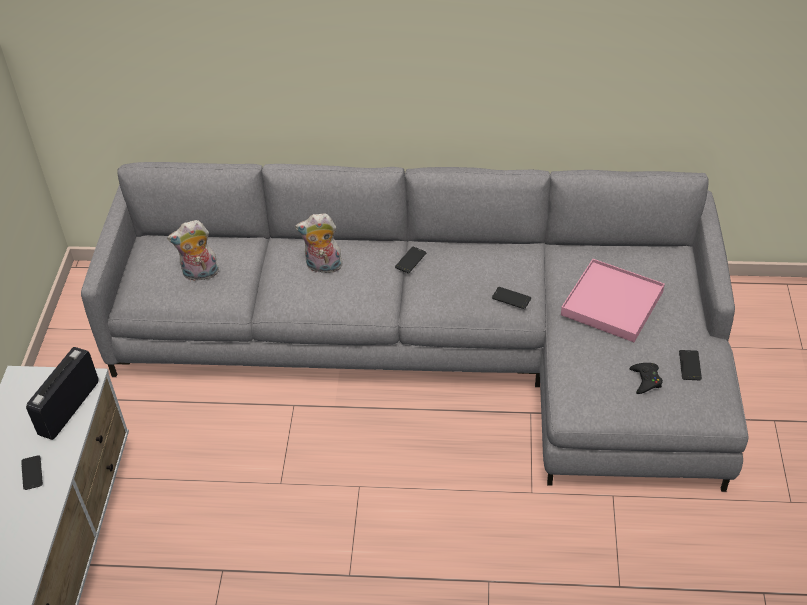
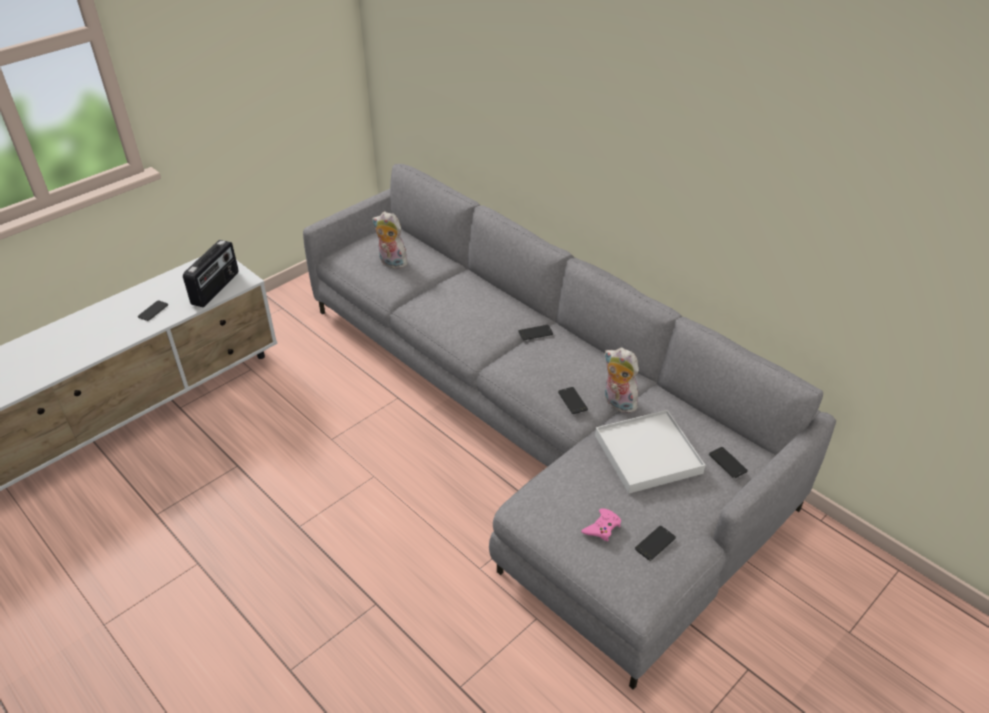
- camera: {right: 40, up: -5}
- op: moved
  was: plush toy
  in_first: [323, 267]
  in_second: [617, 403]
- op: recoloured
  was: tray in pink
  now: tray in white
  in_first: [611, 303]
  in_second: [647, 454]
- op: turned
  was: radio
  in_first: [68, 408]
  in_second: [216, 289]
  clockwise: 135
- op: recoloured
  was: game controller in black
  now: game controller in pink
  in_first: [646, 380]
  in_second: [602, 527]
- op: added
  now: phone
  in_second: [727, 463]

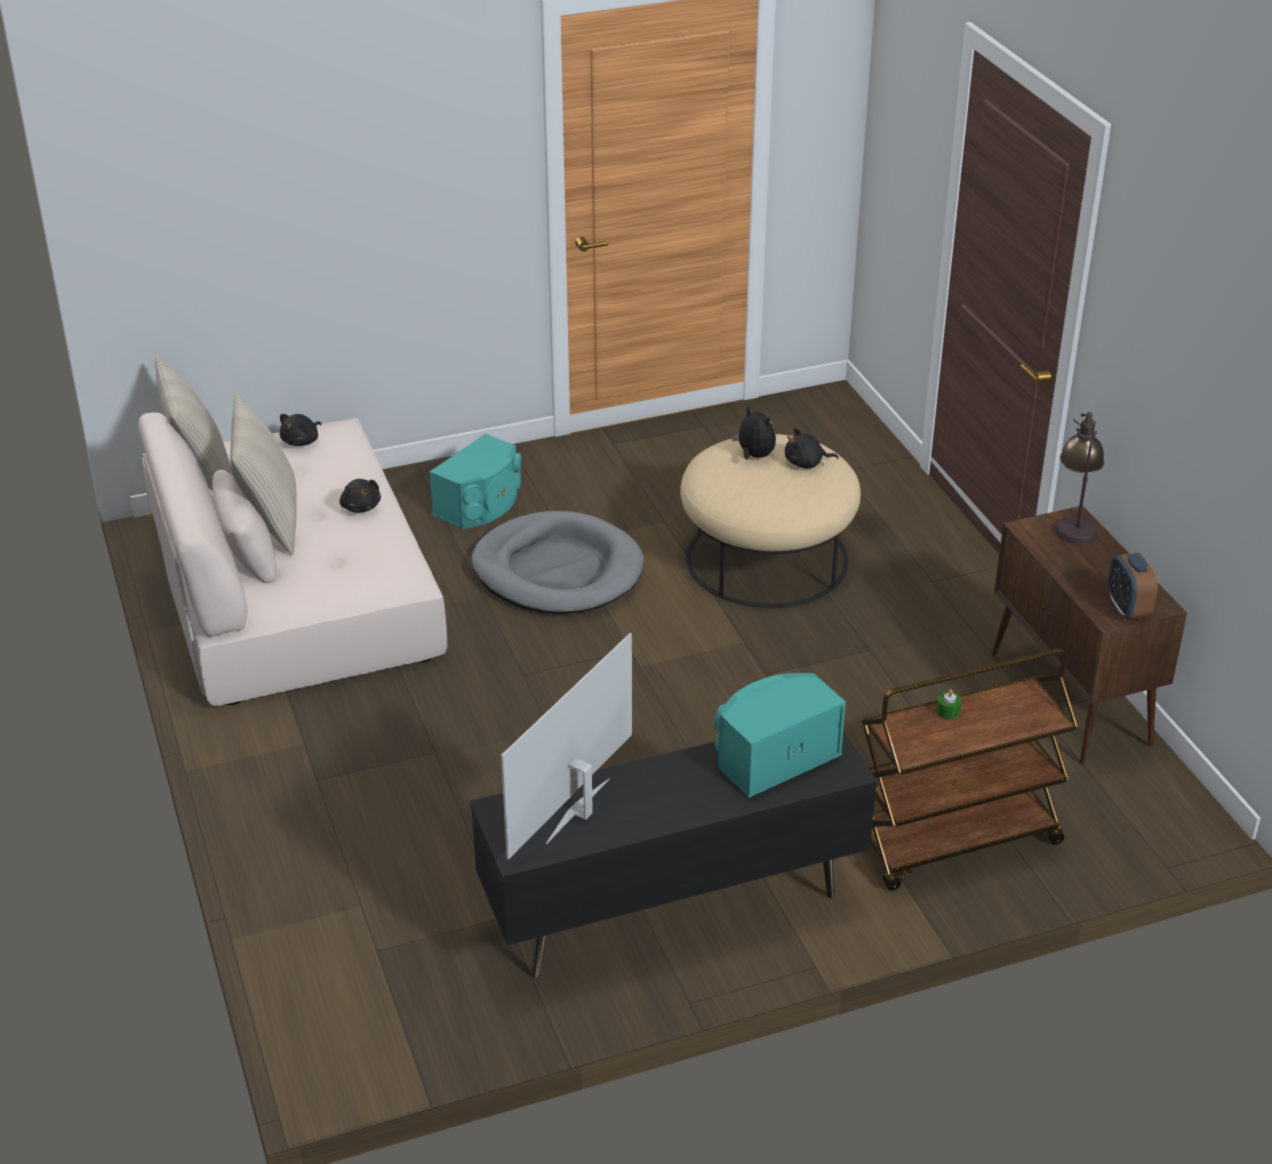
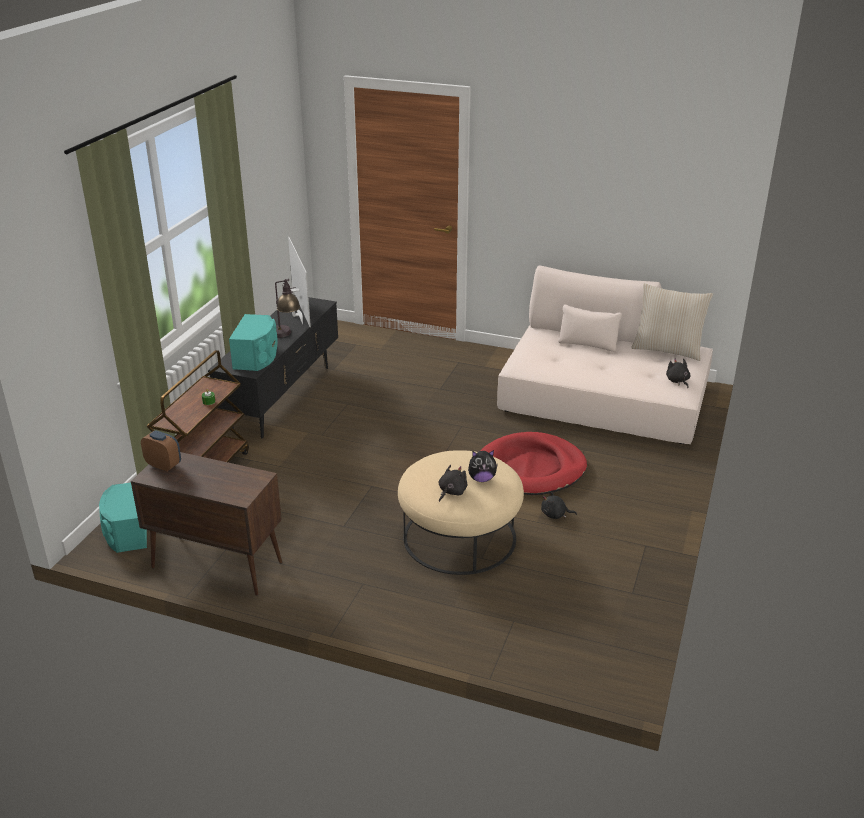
- camera: {right: 130, up: -5}
- op: removed
  was: pillow in beige
  in_first: [270, 521]
- op: moved
  was: table lamp
  in_first: [1074, 523]
  in_second: [285, 335]
- op: moved
  was: speaker in turquoise
  in_first: [481, 505]
  in_second: [126, 532]
- op: moved
  was: plush toy in black
  in_first: [360, 506]
  in_second: [555, 515]
- op: recoloured
  was: dog bed in grey
  now: dog bed in red
  in_first: [558, 570]
  in_second: [531, 468]

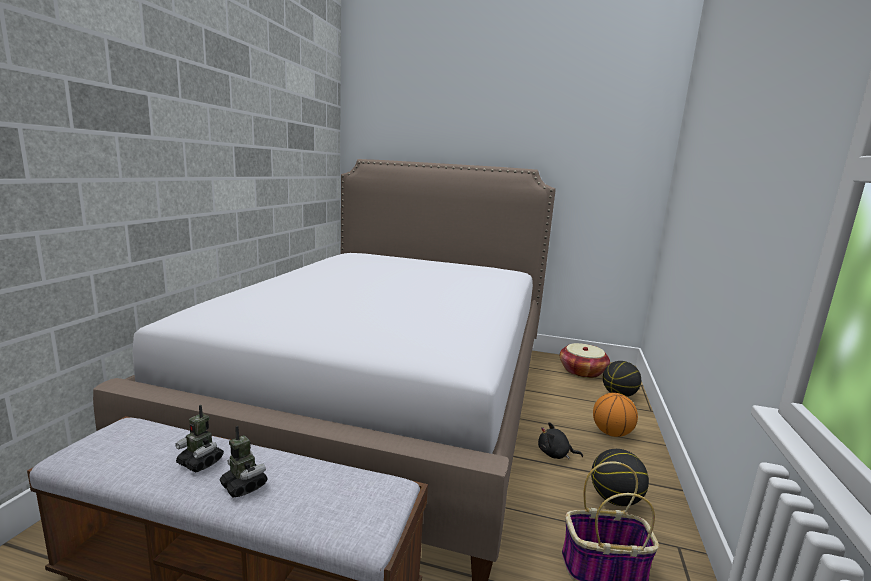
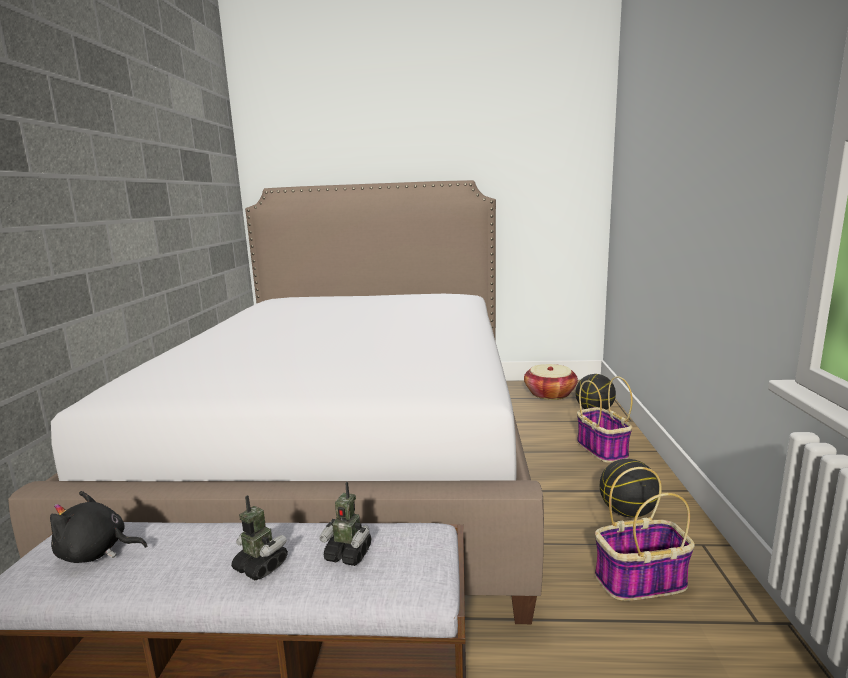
- camera: {right: -10, up: 0}
- op: replaced
  was: basketball
  now: basket
  in_first: [611, 433]
  in_second: [601, 449]
- op: moved
  was: toy robot
  in_first: [200, 462]
  in_second: [348, 554]
- op: moved
  was: plush toy in black
  in_first: [555, 454]
  in_second: [97, 552]

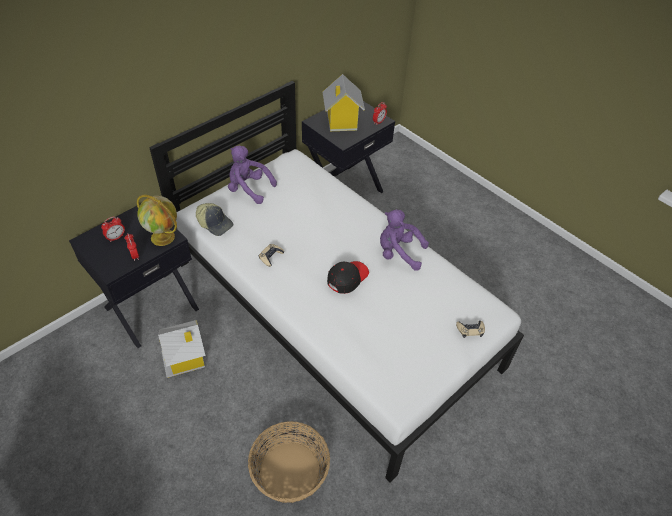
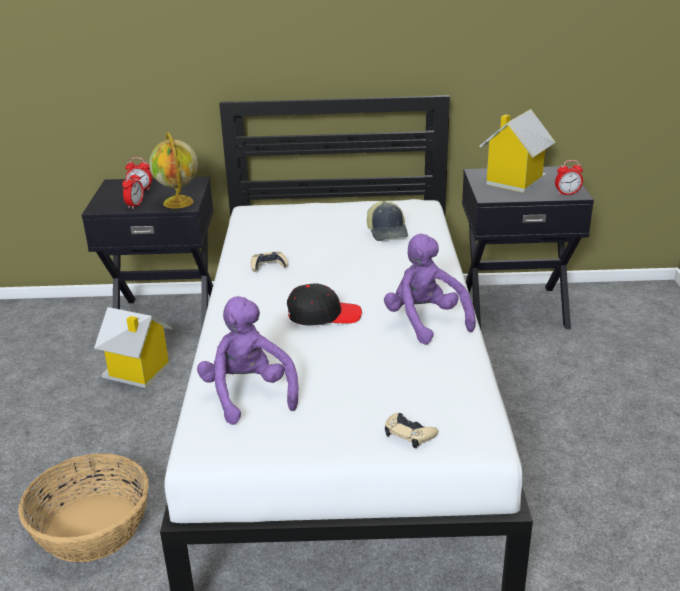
- camera: {right: 45, up: -20}
- op: moved
  was: plush toy in purple
  in_first: [248, 189]
  in_second: [248, 394]
- op: moved
  was: cap
  in_first: [215, 223]
  in_second: [387, 232]

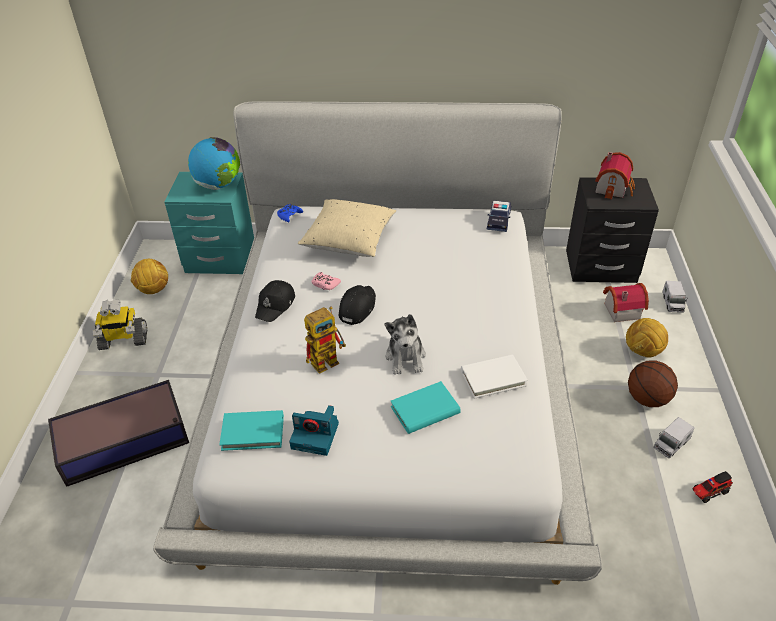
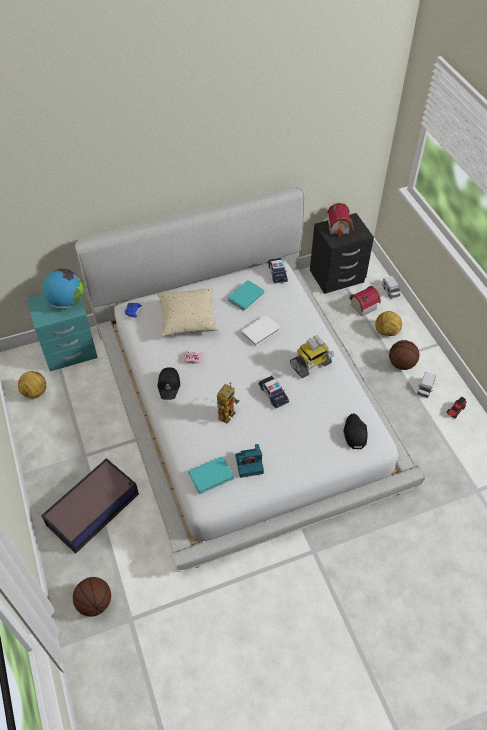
- camera: {right: -25, up: 10}
- op: moved
  was: cap in black
  in_first: [357, 307]
  in_second: [354, 433]
- op: moved
  was: toy robot
  in_first: [123, 340]
  in_second: [310, 365]
- op: replaced
  was: plush toy
  now: toy car
  in_first: [406, 357]
  in_second: [273, 394]
- op: moved
  was: book in white
  in_first: [493, 378]
  in_second: [260, 332]
- op: moved
  was: book in turquoise
  in_first: [425, 410]
  in_second: [246, 297]
- op: added
  now: basketball
  in_second: [94, 602]

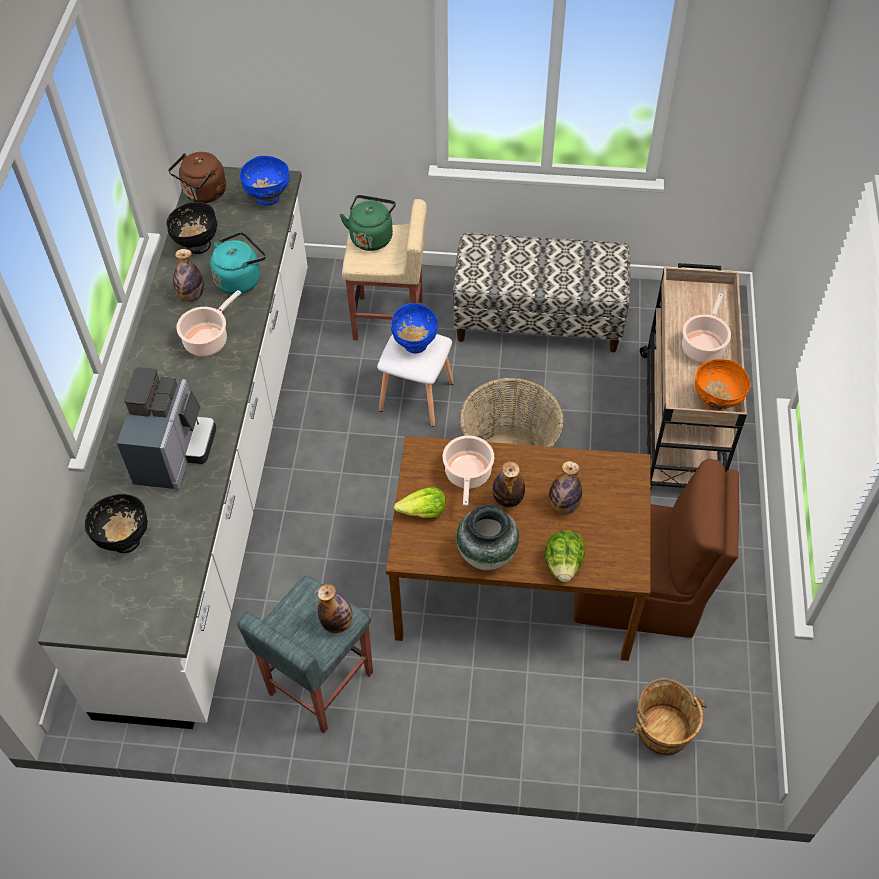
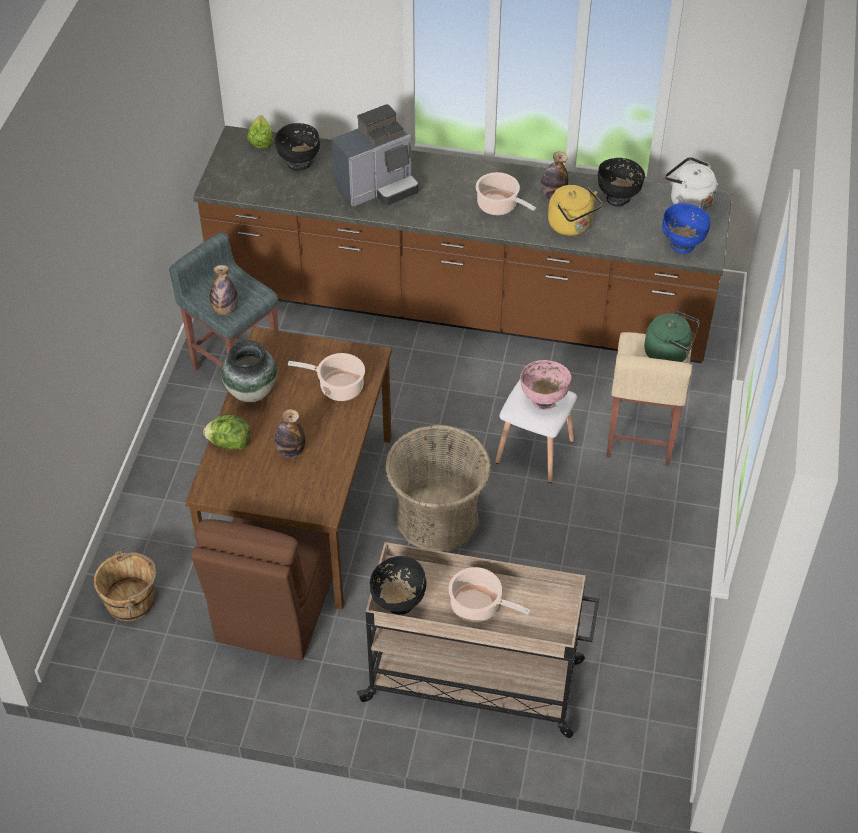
- camera: {right: 95, up: -5}
- op: recoloured
  was: kettle in brown
  now: kettle in white
  in_first: [203, 194]
  in_second: [688, 202]
- op: recoloured
  was: counter in white
  now: counter in brown
  in_first: [216, 472]
  in_second: [460, 304]
- op: recoloured
  was: kettle in turquoise
  now: kettle in yellow
  in_first: [240, 279]
  in_second: [572, 226]
- op: removed
  was: bench
  in_first: [538, 320]
- op: recoloured
  was: bowl in blue
  now: bowl in pink
  in_first: [414, 344]
  in_second: [544, 401]
- op: recoloured
  was: bowl in orange
  now: bowl in black
  in_first: [716, 402]
  in_second: [398, 602]
- op: turned
  was: coffee machine
  in_first: [174, 453]
  in_second: [378, 187]
  clockwise: -45
- op: removed
  was: bottle
  in_first: [507, 499]
- op: moved
  was: lettuce
  in_first: [423, 512]
  in_second: [261, 140]

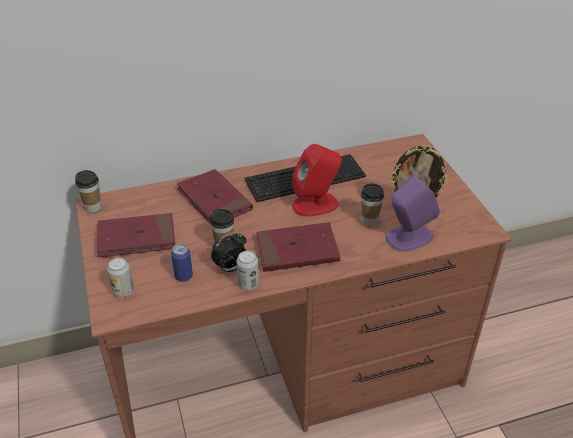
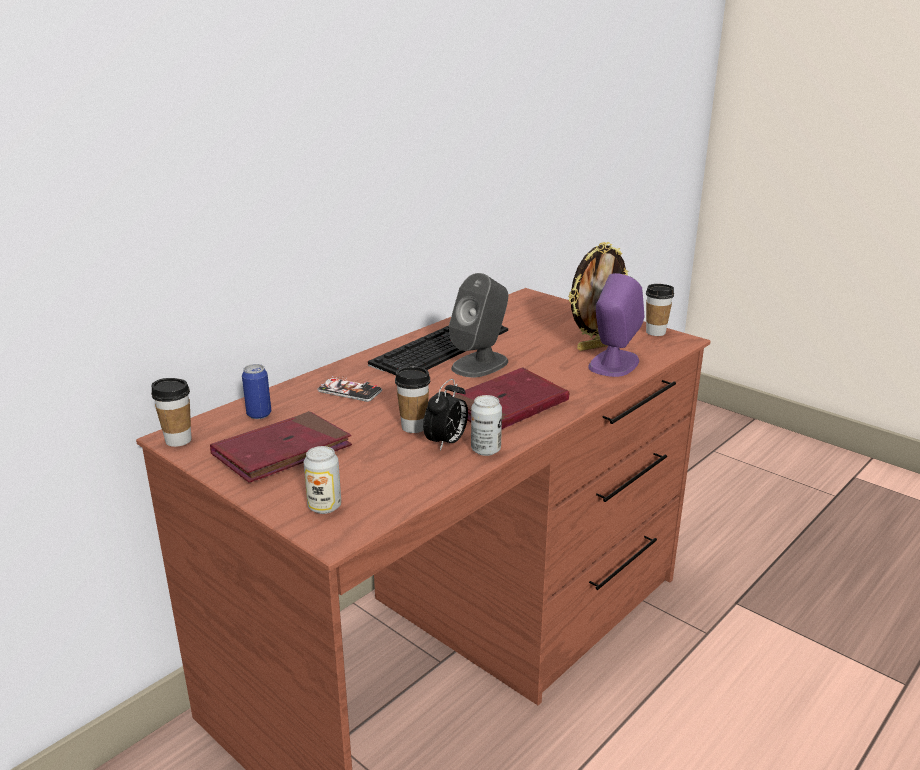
- camera: {right: -30, up: -15}
- op: recoloured
  was: speaker in red
  now: speaker in grey
  in_first: [315, 204]
  in_second: [480, 364]
- op: replaced
  was: book in red
  now: phone
  in_first: [214, 200]
  in_second: [349, 391]
- op: moved
  was: cup
  in_first: [369, 220]
  in_second: [655, 332]
- op: moved
  was: can
  in_first: [183, 276]
  in_second: [259, 414]

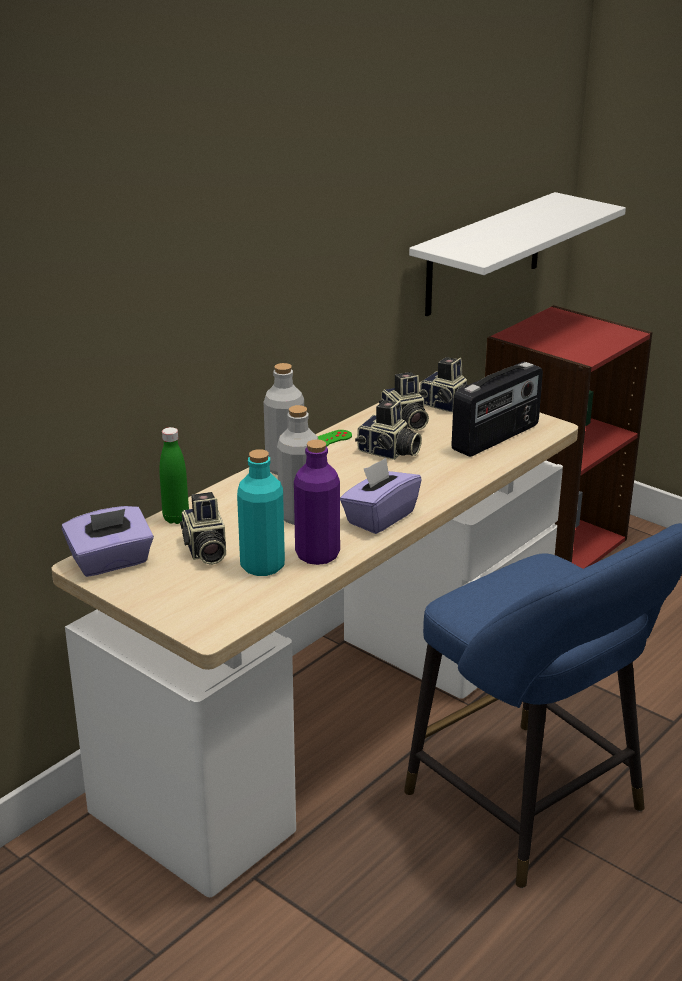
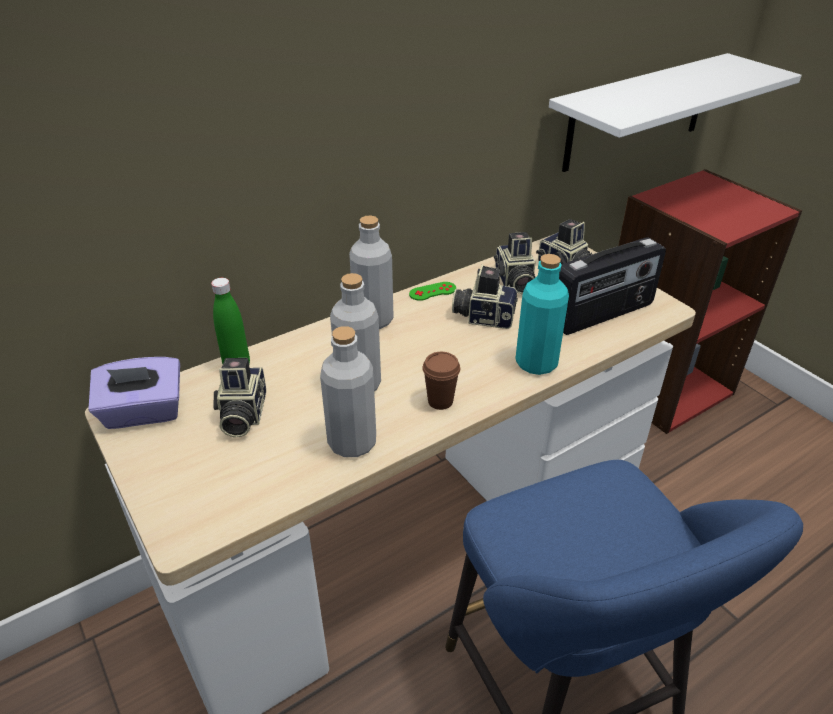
- camera: {right: 15, up: 10}
- op: turned
  was: photo camera
  in_first: [388, 452]
  in_second: [484, 316]
  clockwise: 150
- op: recoloured
  was: bottle in purple
  now: bottle in grey
  in_first: [317, 555]
  in_second: [352, 442]
- op: moved
  was: bottle in turquoise
  in_first: [262, 566]
  in_second: [536, 363]
- op: replaced
  was: tissue box in purple
  now: cup in brown
  in_first: [379, 517]
  in_second: [440, 401]

